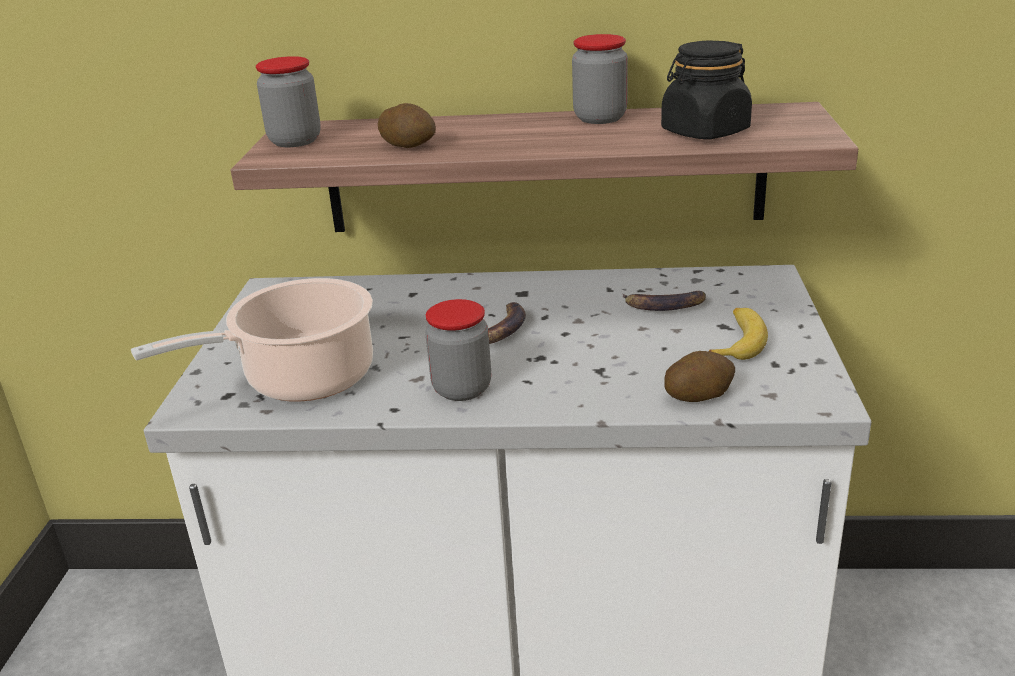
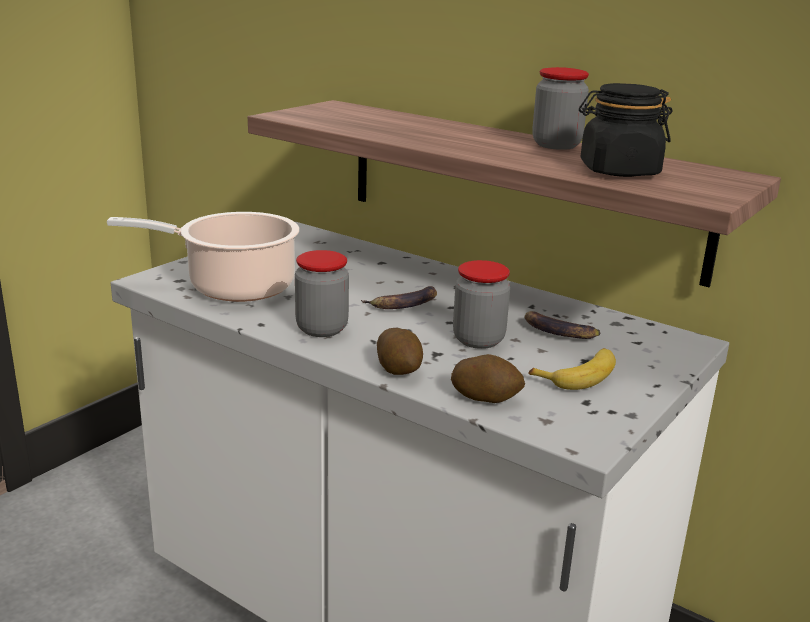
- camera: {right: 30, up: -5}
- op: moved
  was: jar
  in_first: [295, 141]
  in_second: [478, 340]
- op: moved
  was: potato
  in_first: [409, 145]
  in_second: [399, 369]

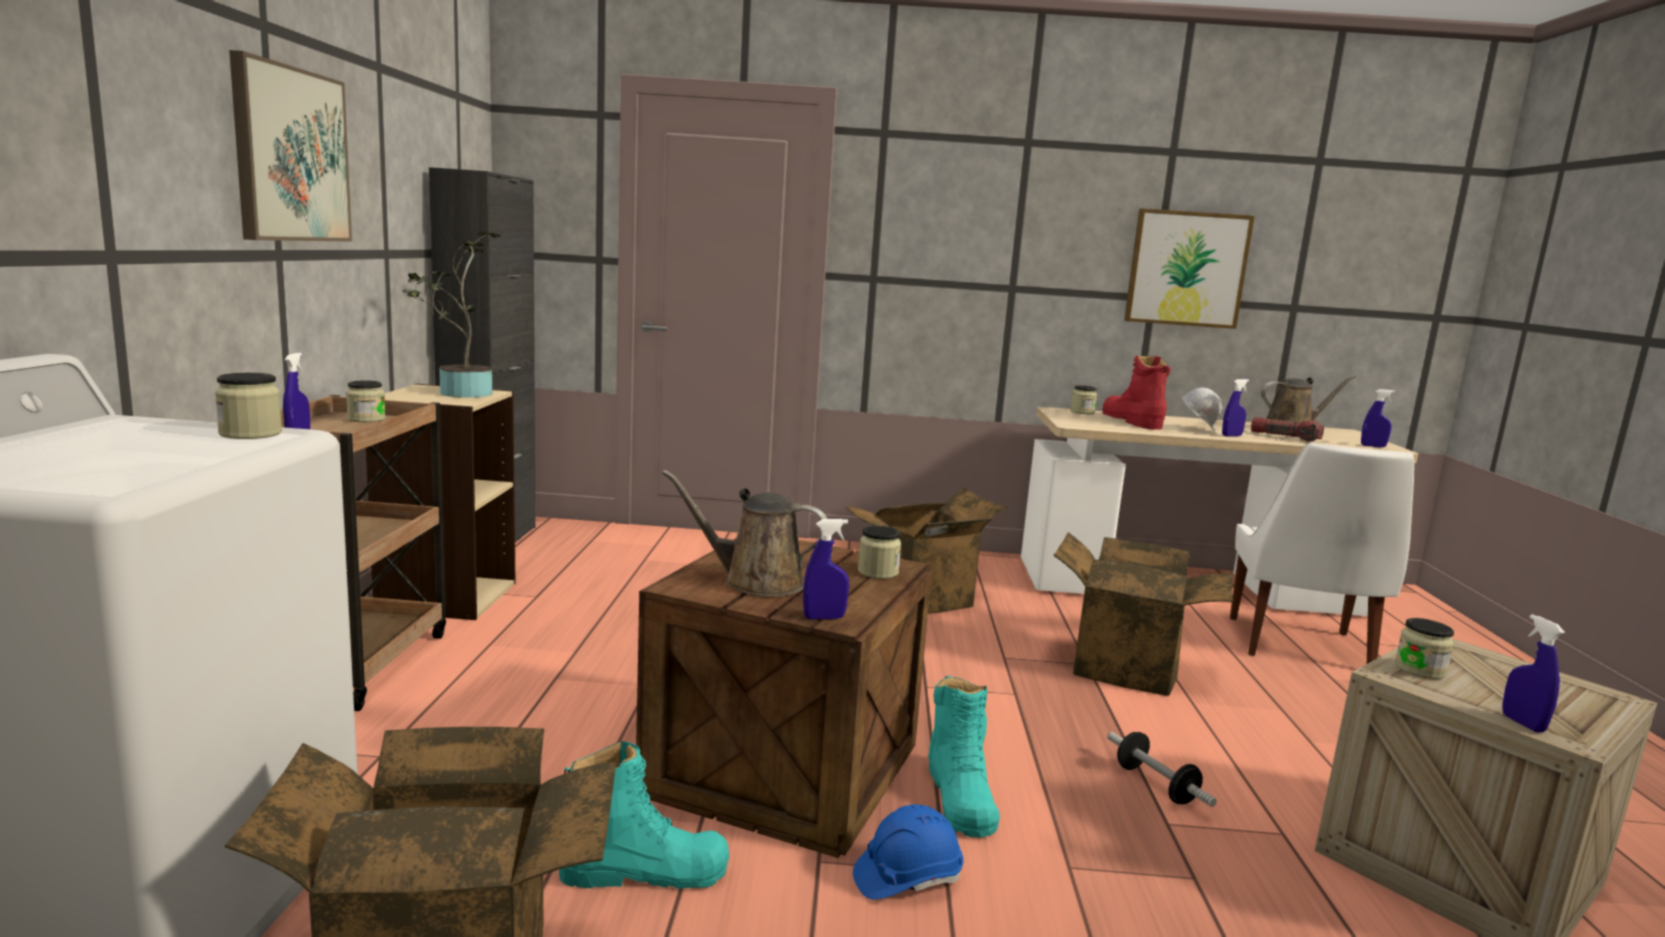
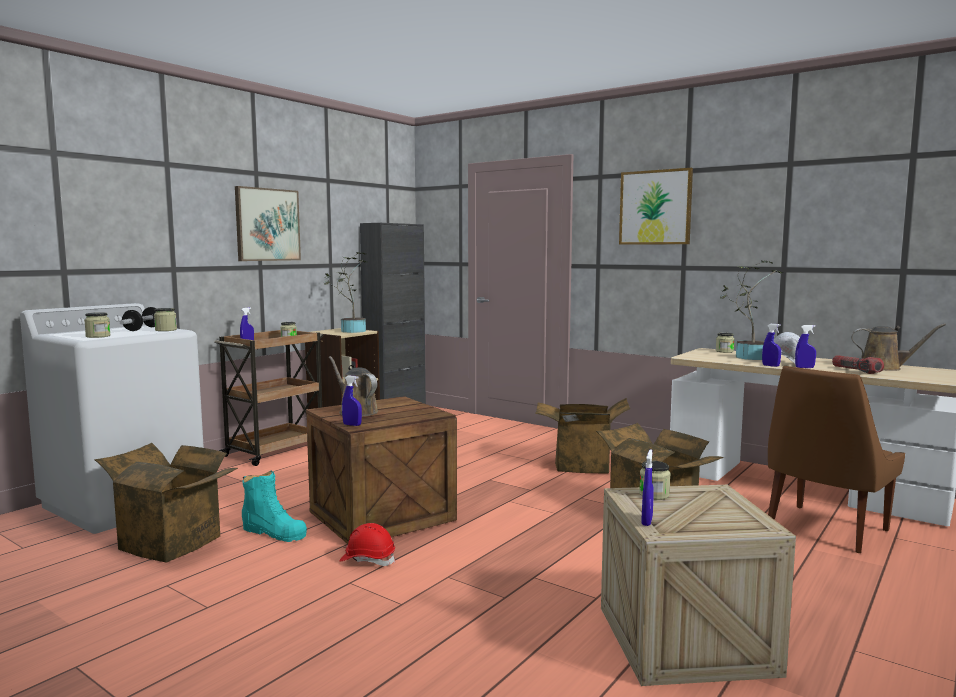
- camera: {right: 35, up: -5}
- op: moved
  was: picture
  in_first: [1187, 269]
  in_second: [655, 207]
- op: replaced
  was: boot in red
  now: potted plant
  in_first: [1131, 421]
  in_second: [747, 357]
- op: moved
  was: spray bottle in blue
  in_first: [1373, 446]
  in_second: [770, 366]
- op: recoloured
  was: chair in white
  now: chair in brown
  in_first: [1299, 646]
  in_second: [824, 529]
- op: moved
  was: jar
  in_first: [878, 572]
  in_second: [98, 336]
- op: removed
  was: boot in turquoise
  in_first: [960, 797]
- op: moved
  was: dumbbell
  in_first: [1155, 785]
  in_second: [143, 329]
- op: recoloured
  was: hard hat in blue
  now: hard hat in red
  in_first: [907, 877]
  in_second: [368, 560]

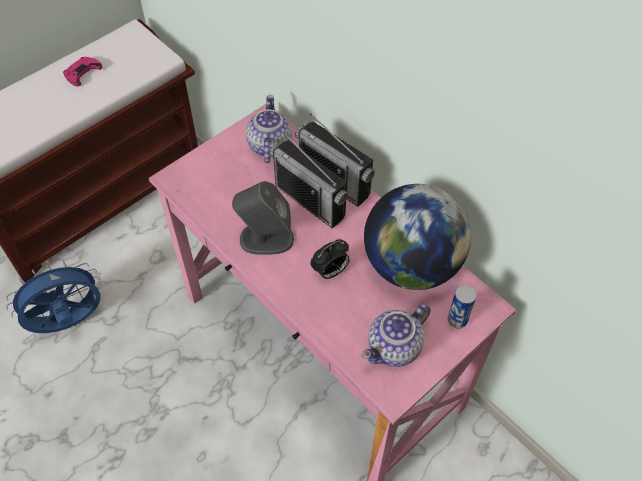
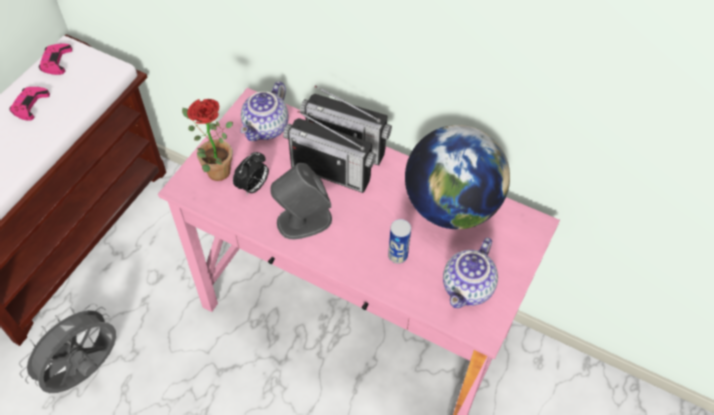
- camera: {right: -20, up: 0}
- op: turned
  was: teapot
  in_first: [268, 145]
  in_second: [267, 128]
  clockwise: -135
- op: moved
  was: alarm clock
  in_first: [330, 272]
  in_second: [253, 187]
- op: recoloured
  was: fan in blue
  now: fan in grey
  in_first: [69, 323]
  in_second: [86, 372]
- op: moved
  was: can
  in_first: [457, 320]
  in_second: [397, 255]
- op: added
  now: game controller in pink
  in_second: [56, 61]
- op: added
  now: potted plant
  in_second: [214, 170]

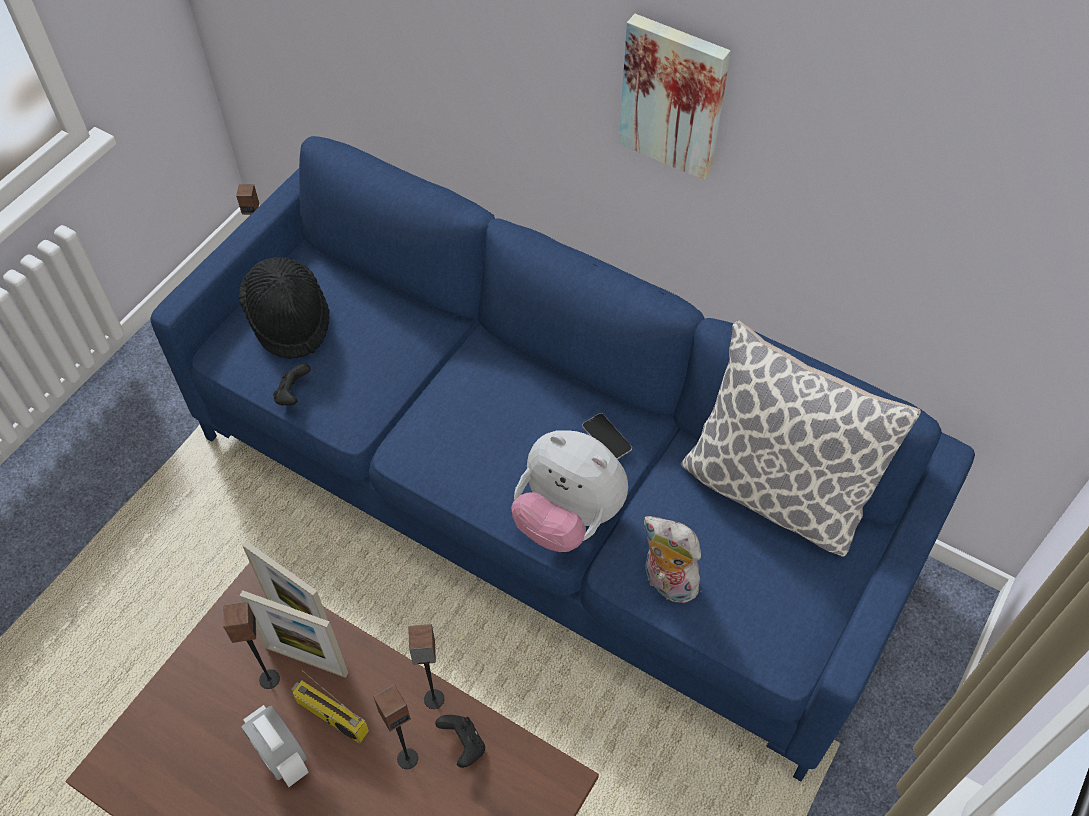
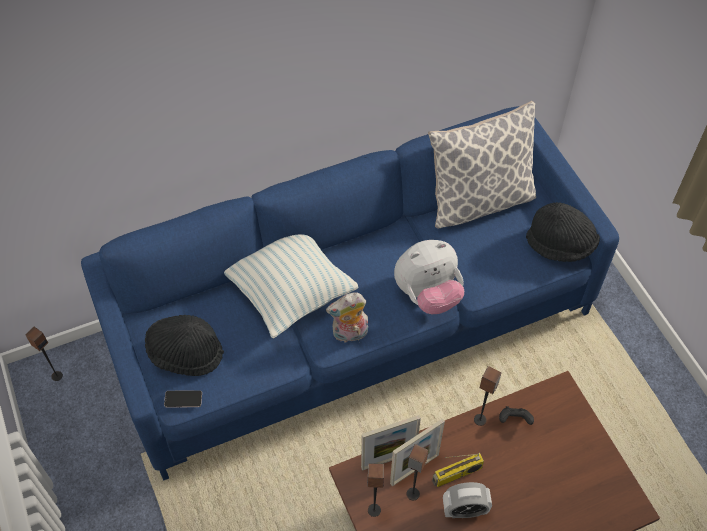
- camera: {right: -55, up: 0}
- op: removed
  was: picture
  in_first: [674, 95]
- op: removed
  was: game controller in black
  in_first: [293, 395]
- op: moved
  was: phone
  in_first: [607, 437]
  in_second: [183, 399]
- op: moved
  was: plush toy
  in_first: [666, 583]
  in_second: [349, 334]
- op: moved
  was: speaker
  in_first: [407, 758]
  in_second: [373, 510]
- op: added
  now: hat in black
  in_second: [560, 245]
- op: added
  now: pillow
  in_second: [291, 293]

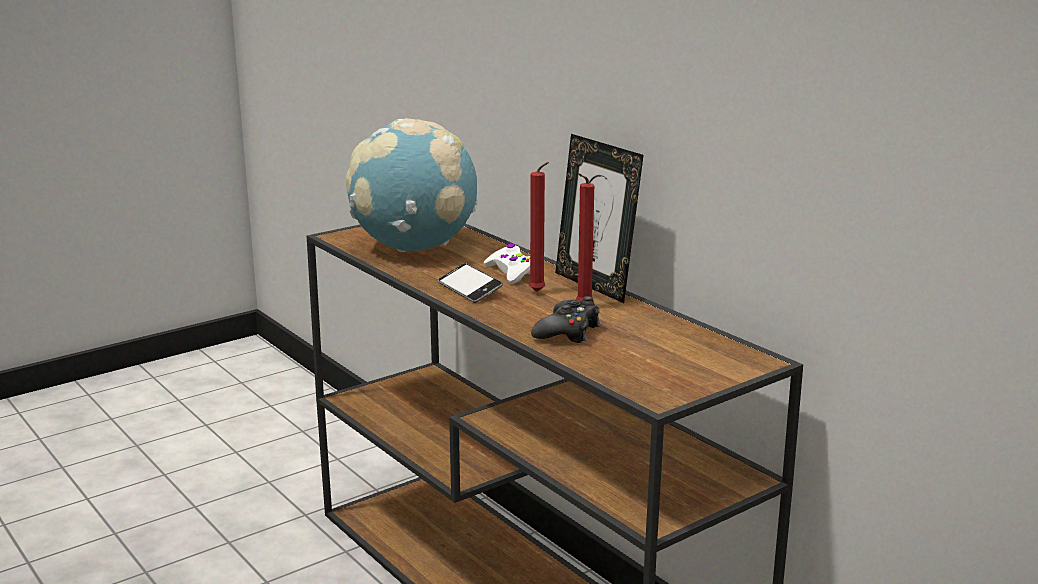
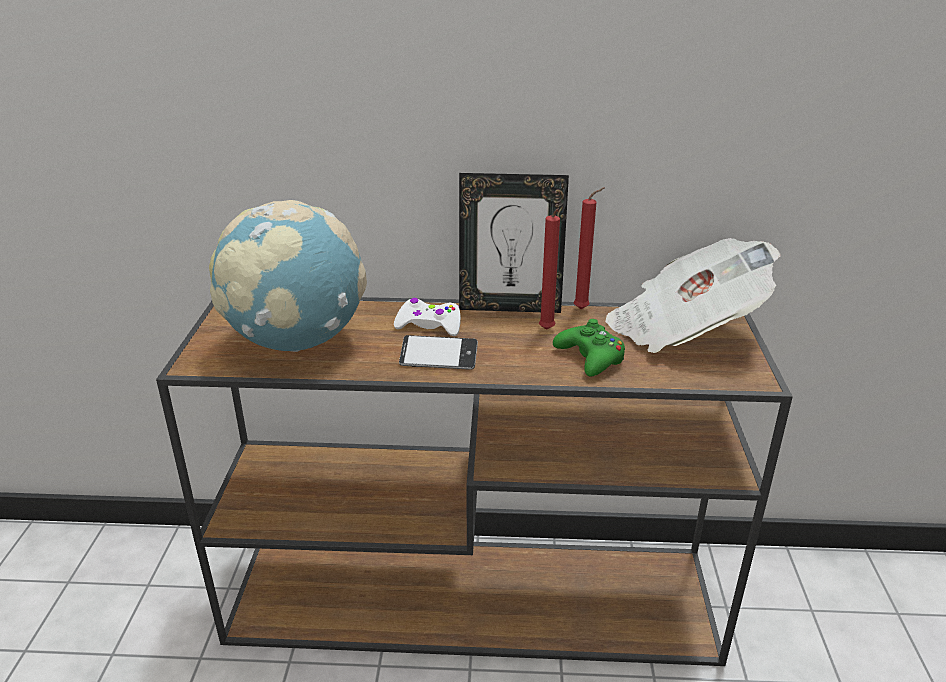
- camera: {right: -50, up: 10}
- op: moved
  was: candle in red
  in_first: [538, 292]
  in_second: [583, 309]
- op: recoloured
  was: game controller in black
  now: game controller in green
  in_first: [568, 332]
  in_second: [590, 358]
- op: added
  now: newspaper
  in_second: [683, 329]

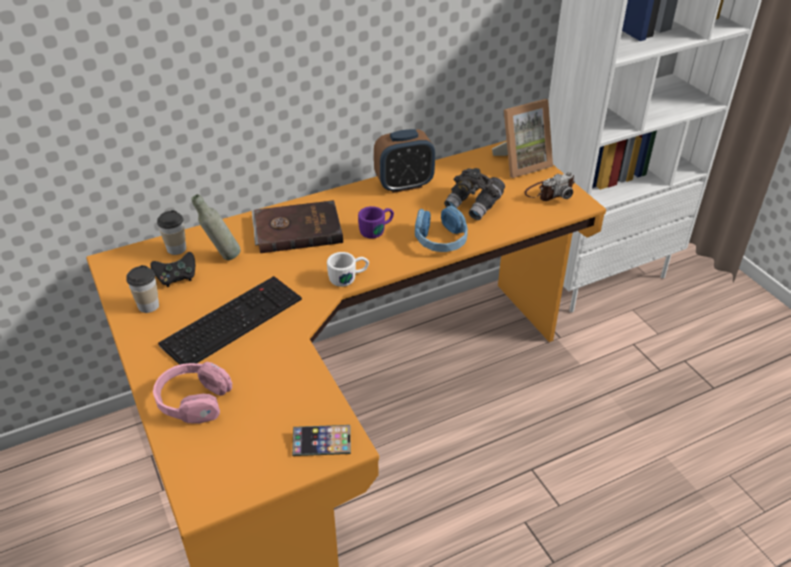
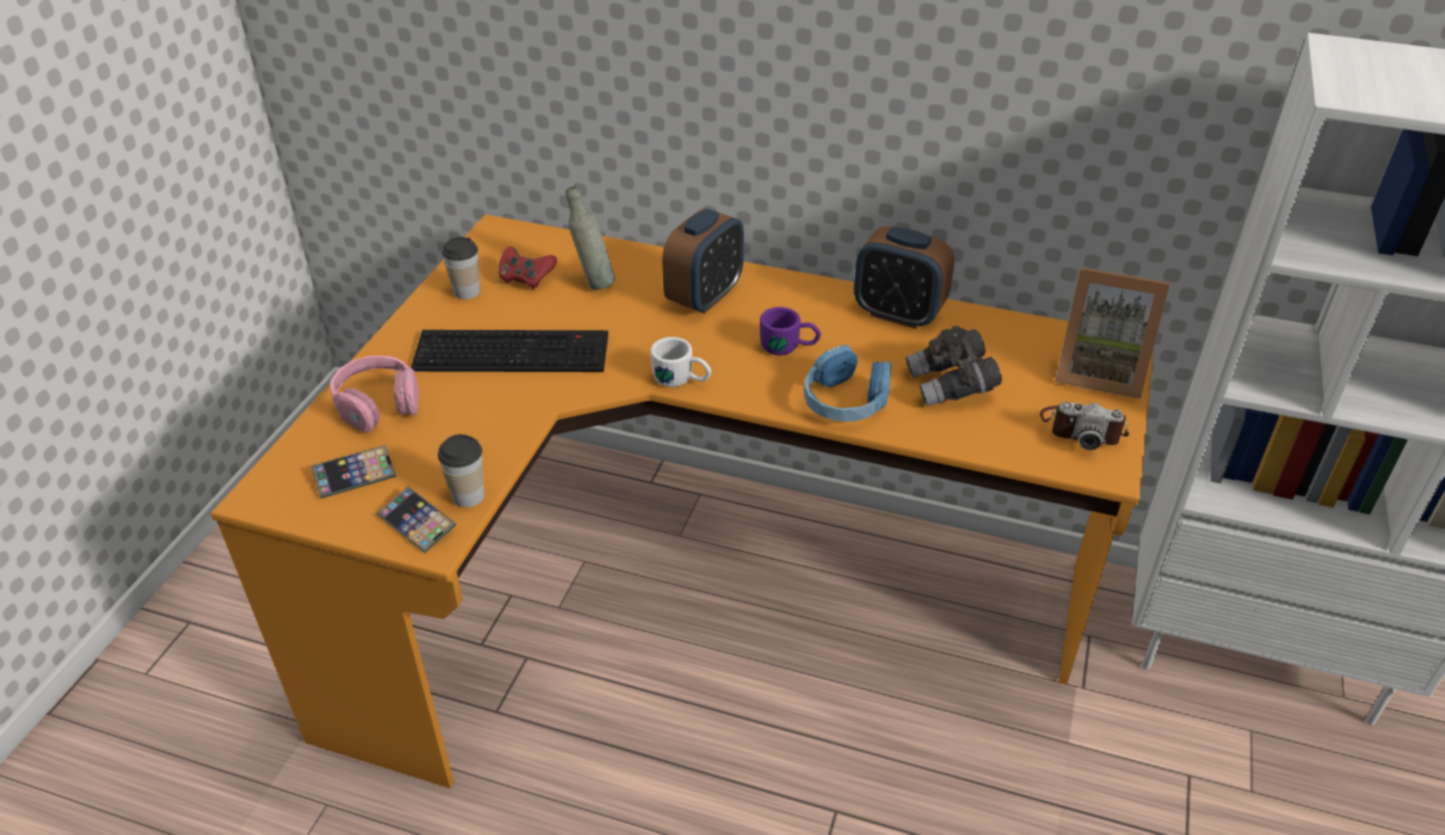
- camera: {right: 45, up: 0}
- op: replaced
  was: book in brown
  now: alarm clock
  in_first: [297, 229]
  in_second: [704, 297]
- op: moved
  was: cup
  in_first: [176, 249]
  in_second: [468, 495]
- op: recoloured
  was: game controller in black
  now: game controller in red
  in_first: [176, 278]
  in_second: [526, 279]
- op: added
  now: phone
  in_second: [355, 476]

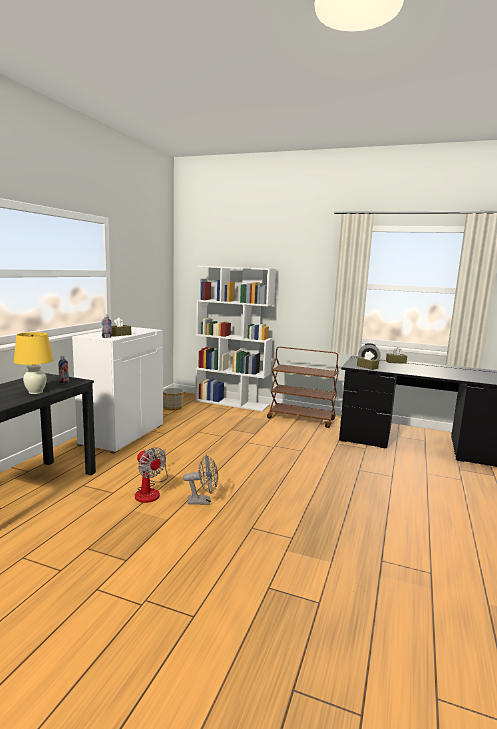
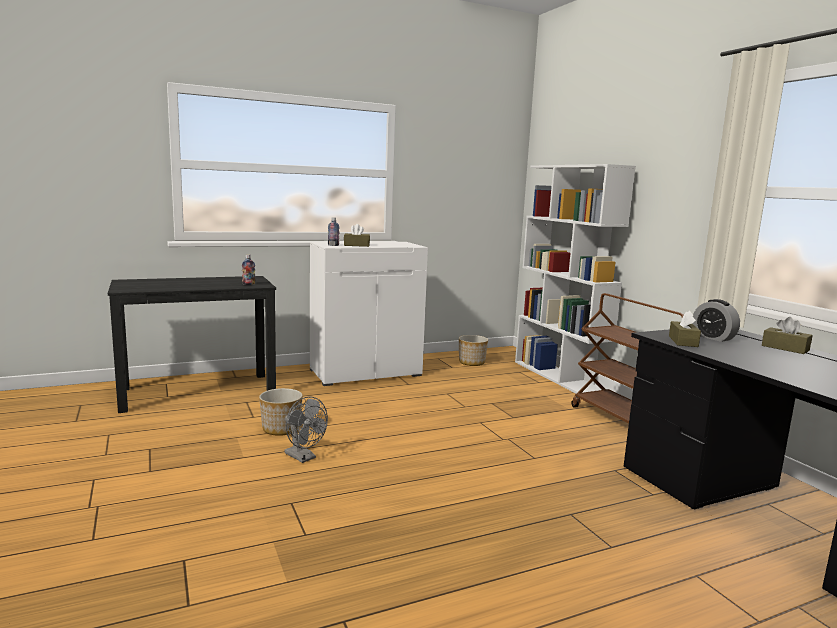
- camera: {right: 45, up: 0}
- op: removed
  was: table lamp in yellow
  in_first: [36, 392]
- op: replaced
  was: fan
  now: planter
  in_first: [150, 491]
  in_second: [281, 428]

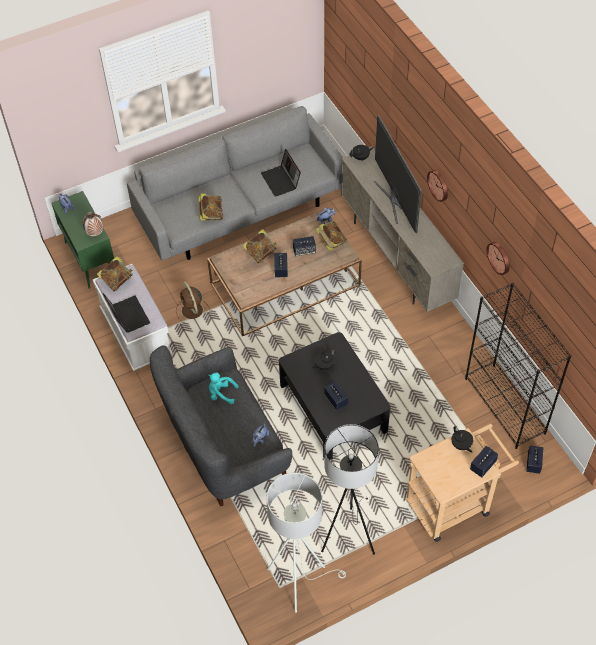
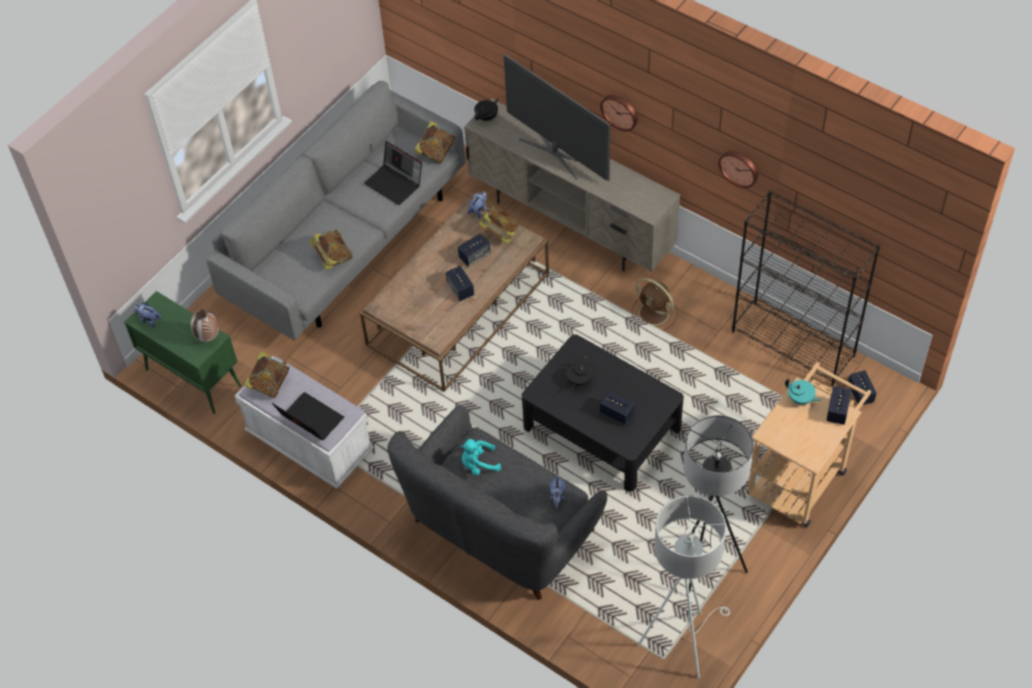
- camera: {right: -25, up: 0}
- op: moved
  was: book
  in_first: [260, 253]
  in_second: [436, 152]
- op: moved
  was: fan in brown
  in_first: [192, 311]
  in_second: [655, 314]
- op: recoloured
  was: teapot in black
  now: teapot in turquoise
  in_first: [461, 445]
  in_second: [800, 399]

